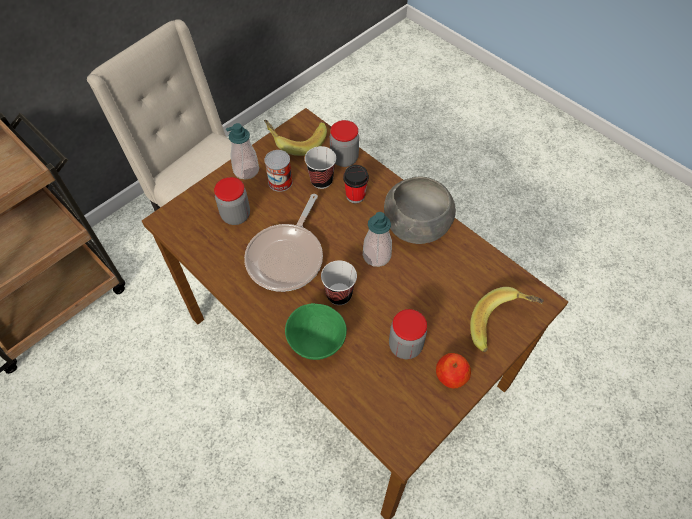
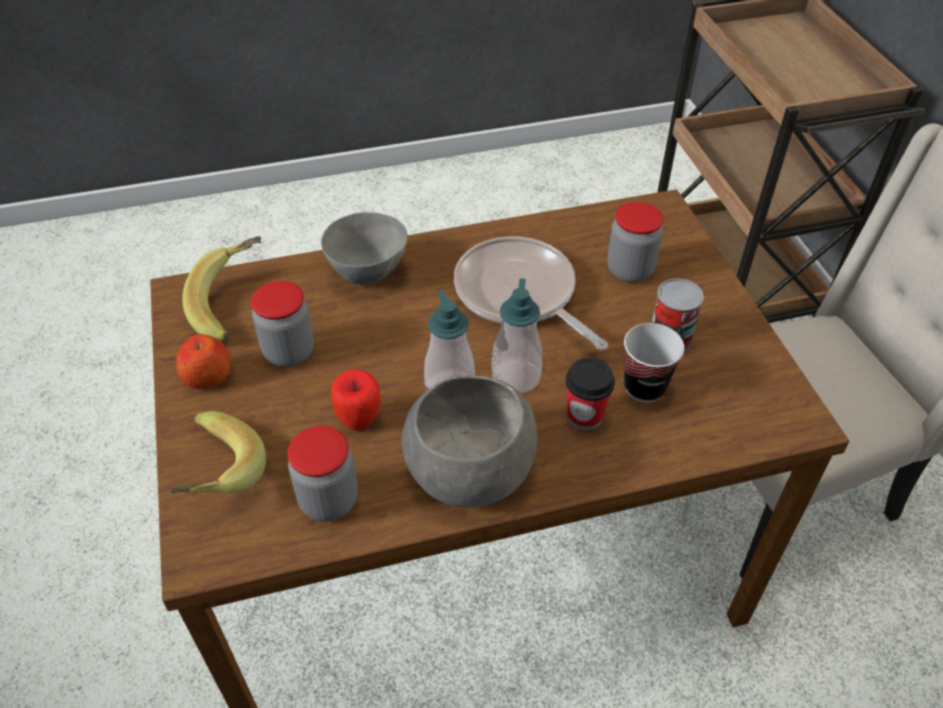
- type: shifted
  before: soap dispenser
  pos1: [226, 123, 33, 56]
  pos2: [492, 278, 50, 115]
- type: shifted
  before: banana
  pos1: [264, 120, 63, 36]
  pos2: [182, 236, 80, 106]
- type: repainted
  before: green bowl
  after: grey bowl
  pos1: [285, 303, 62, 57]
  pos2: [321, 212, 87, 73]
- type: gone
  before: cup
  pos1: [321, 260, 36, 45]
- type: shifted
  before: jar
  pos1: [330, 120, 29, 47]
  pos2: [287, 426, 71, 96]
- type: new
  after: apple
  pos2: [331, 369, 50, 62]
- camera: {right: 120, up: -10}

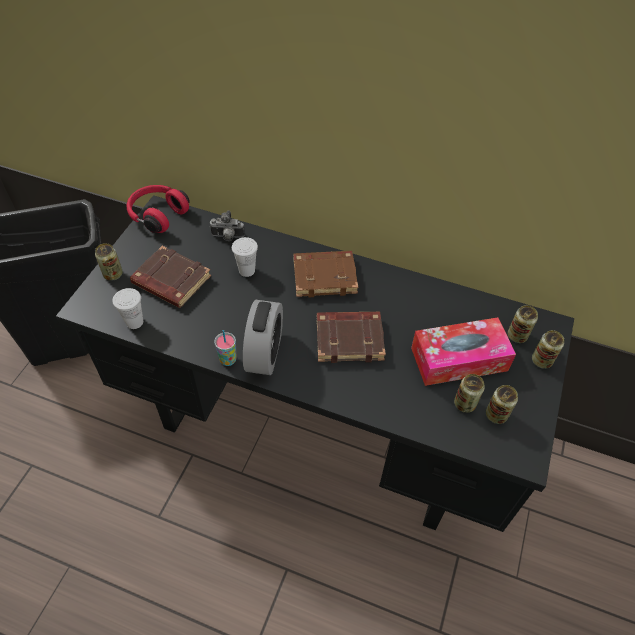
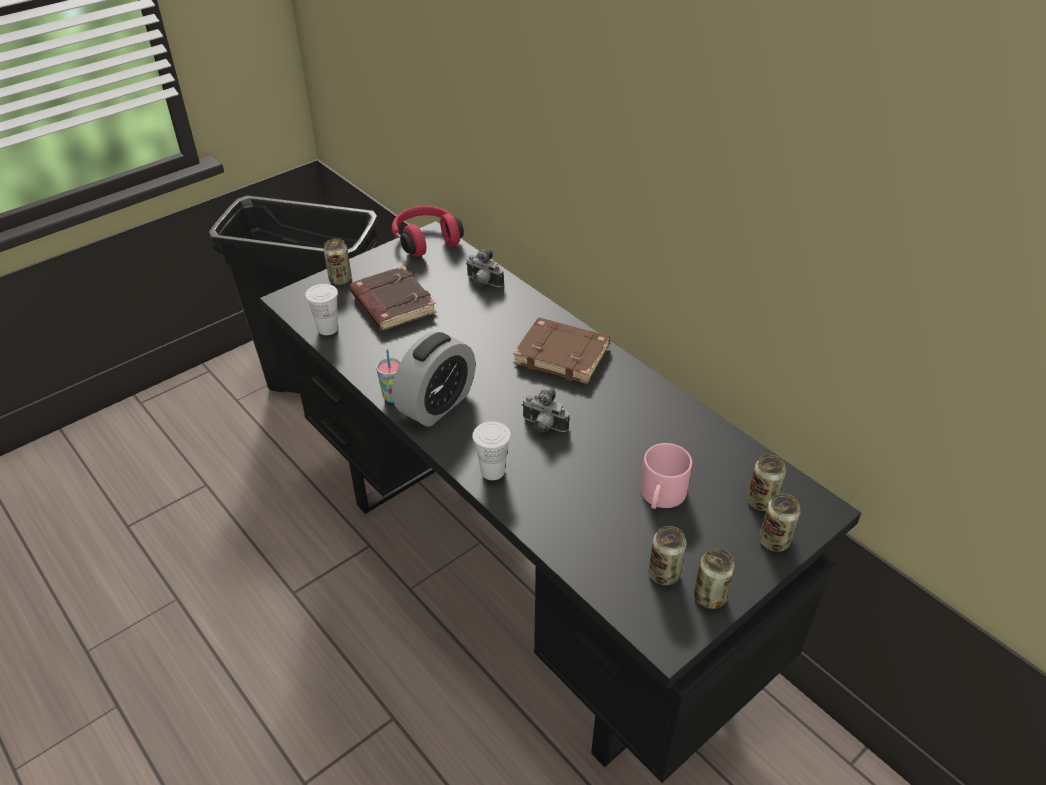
- type: shifted
  before: white cup
  pos1: [232, 237, 26, 40]
  pos2: [472, 421, 39, 59]
- type: swapped
  before: brown book
  after: photo camera
  pos1: [317, 312, 69, 51]
  pos2: [521, 388, 48, 44]
- type: swapped
  before: tissue box
  after: pink mug
  pos1: [411, 317, 105, 69]
  pos2: [640, 443, 52, 66]
- type: shifted
  before: can
  pos1: [454, 374, 31, 39]
  pos2: [694, 548, 41, 61]
- camera: {right: 30, up: -10}

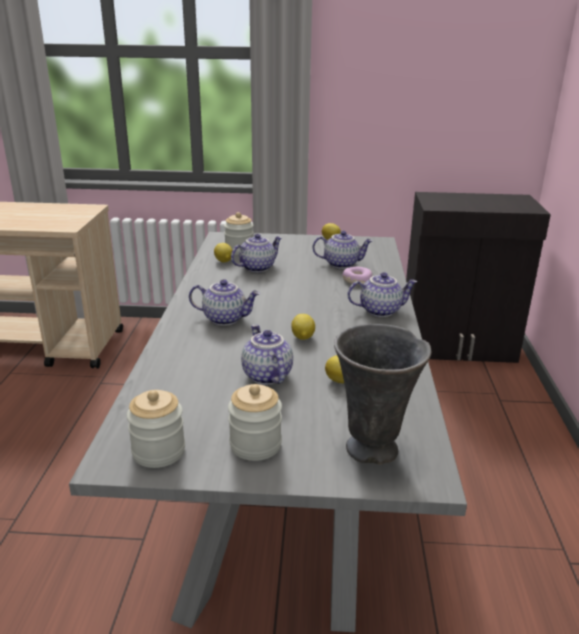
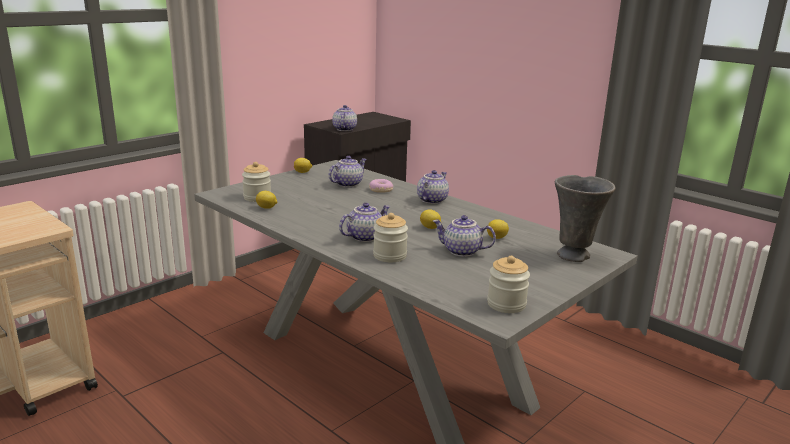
- type: shifted
  before: jar
  pos1: [228, 384, 54, 77]
  pos2: [373, 213, 35, 49]
- type: shifted
  before: teapot
  pos1: [231, 234, 51, 38]
  pos2: [332, 105, 25, 26]
- camera: {right: -50, up: -5}

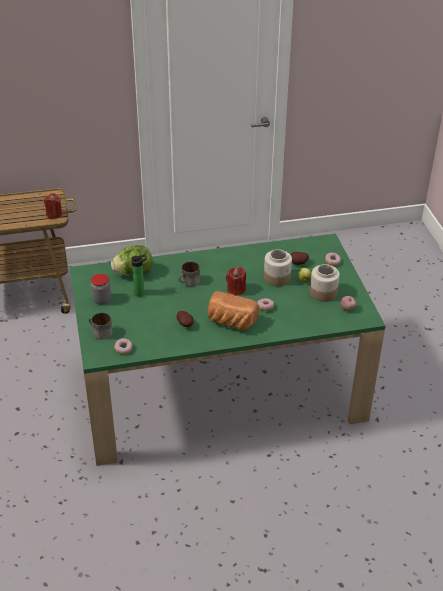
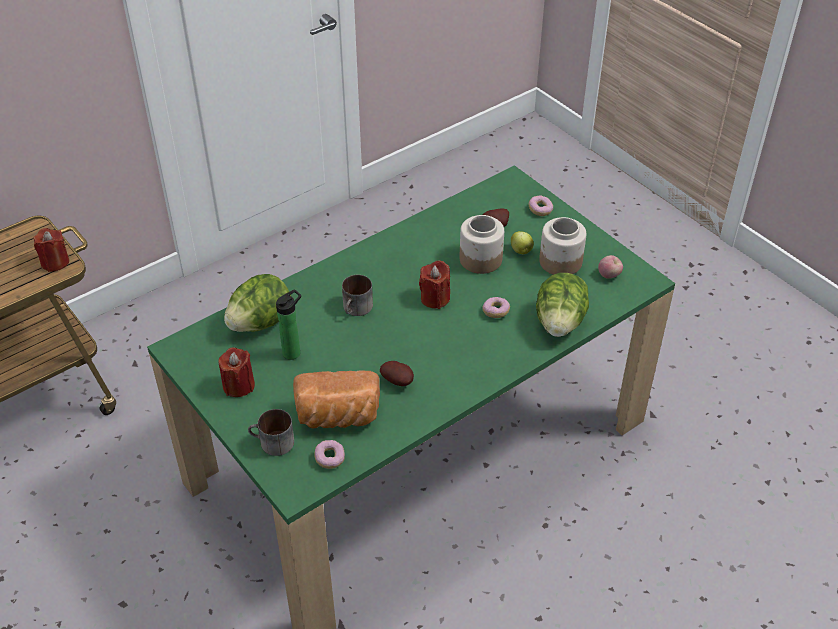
- type: swapped
  before: jar
  after: red candle
  pos1: [91, 274, 20, 30]
  pos2: [218, 348, 37, 49]
- type: shifted
  before: bread
  pos1: [208, 291, 51, 39]
  pos2: [293, 370, 87, 59]
- type: new
  after: lettuce
  pos2: [536, 273, 53, 64]
- camera: {right: -25, up: 5}

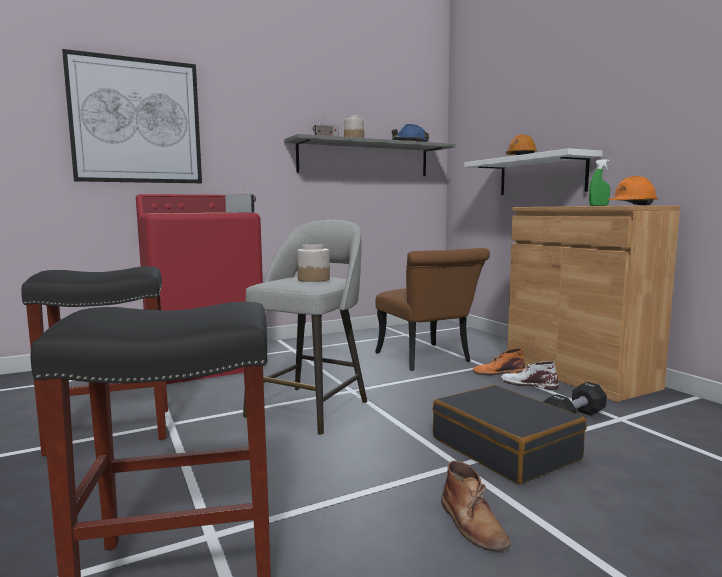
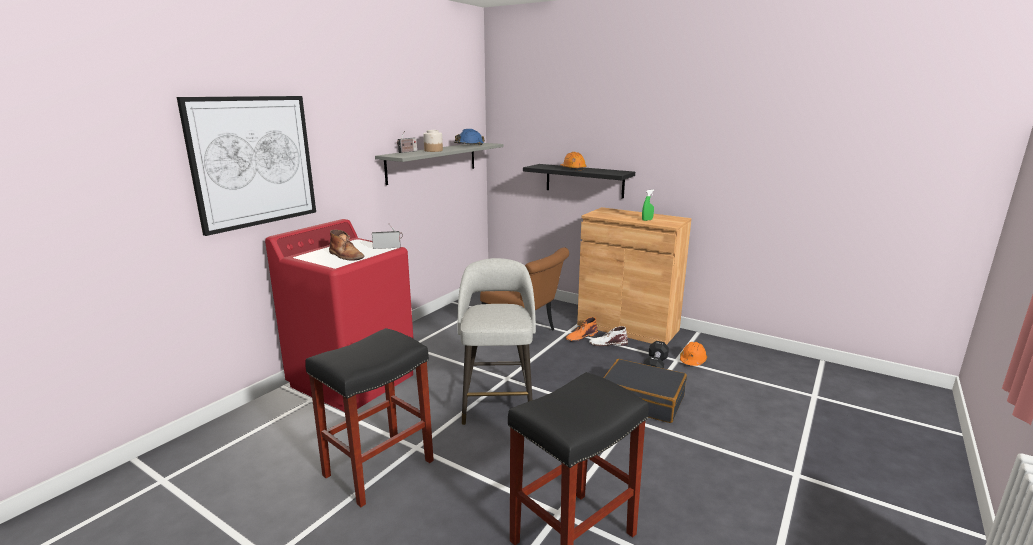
- type: gone
  before: jar
  pos1: [297, 244, 33, 38]
- type: shifted
  before: brown boot
  pos1: [442, 461, 69, 90]
  pos2: [329, 230, 35, 31]
- type: repainted
  before: white shelf
  after: black shelf
  pos1: [464, 148, 139, 47]
  pos2: [523, 164, 112, 35]
- type: shifted
  before: orange hard hat
  pos1: [608, 176, 50, 29]
  pos2: [680, 342, 27, 24]
- camera: {right: -30, up: 10}

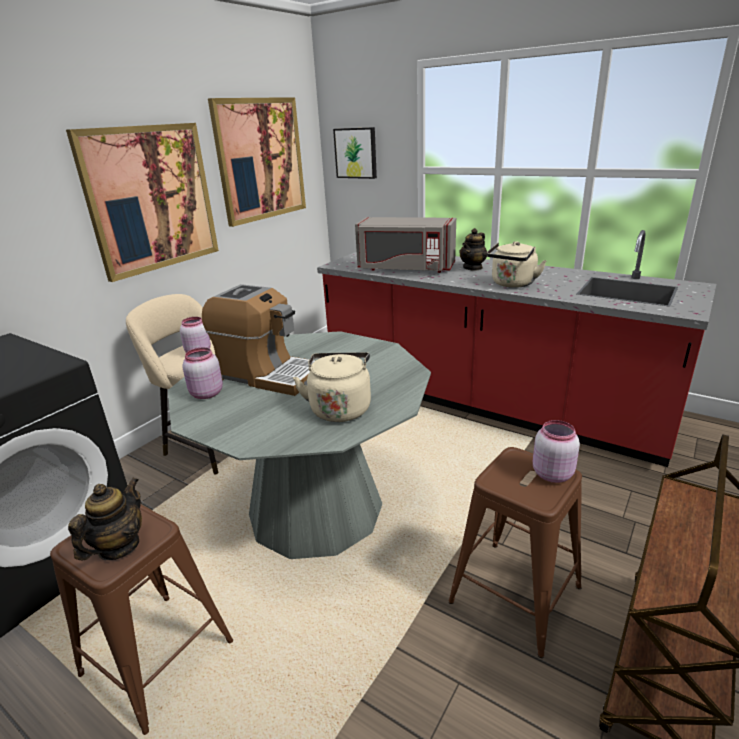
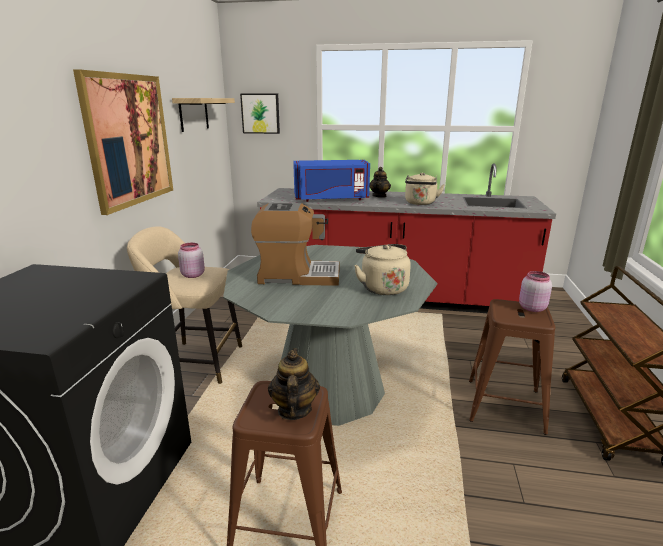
- type: gone
  before: pink jar
  pos1: [182, 347, 41, 52]
- type: swapped
  before: picture
  after: shelf
  pos1: [208, 97, 98, 130]
  pos2: [172, 98, 63, 34]
- type: repainted
  before: grey microwave
  after: blue microwave
  pos1: [355, 217, 101, 56]
  pos2: [293, 160, 77, 42]
- camera: {right: -25, up: -5}

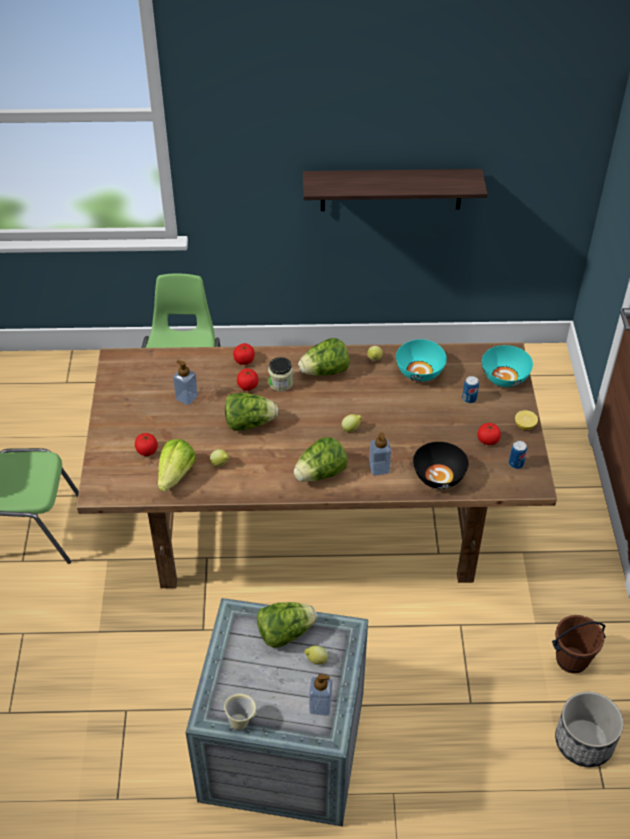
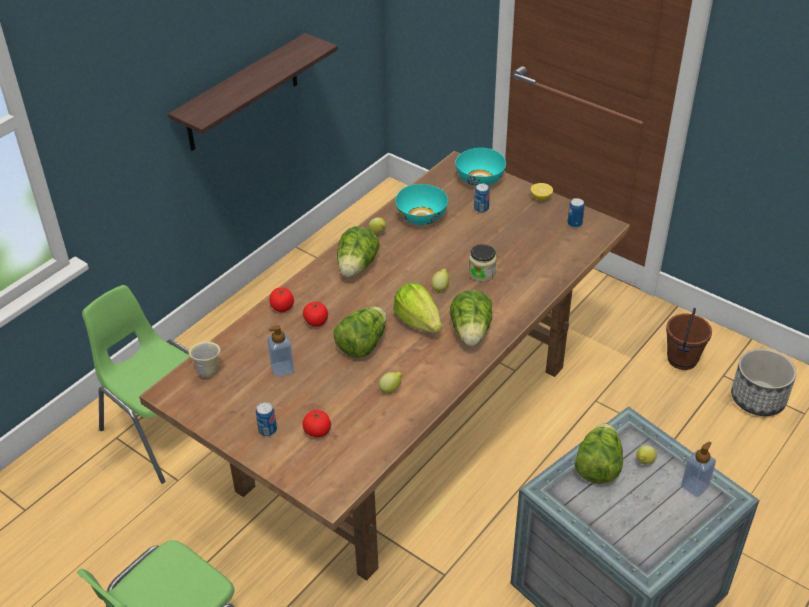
- type: shifted
  before: lettuce
  pos1: [158, 439, 38, 53]
  pos2: [393, 282, 49, 51]
- type: shifted
  before: beige mug
  pos1: [224, 693, 33, 37]
  pos2: [189, 341, 32, 37]
- type: shifted
  before: jar
  pos1: [268, 357, 25, 34]
  pos2: [469, 244, 28, 38]
- type: gone
  before: soap dispenser
  pos1: [369, 432, 22, 44]
- type: gone
  before: black bowl
  pos1: [413, 442, 56, 47]
- type: gone
  before: tomato
  pos1: [477, 423, 24, 22]
- type: new
  after: can
  pos2: [256, 402, 21, 34]
- camera: {right: -50, up: -5}

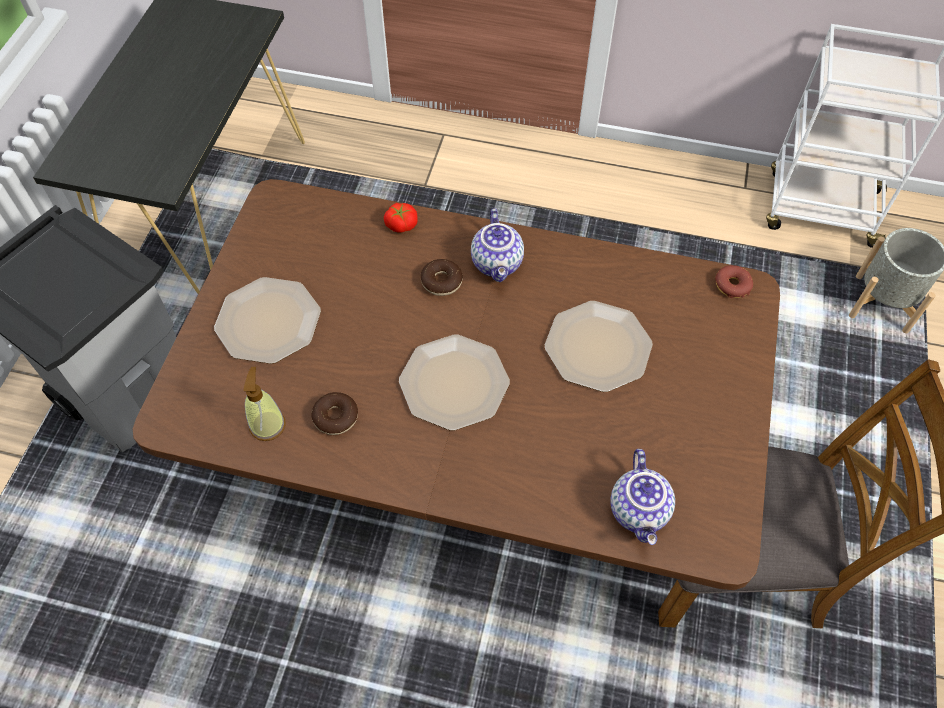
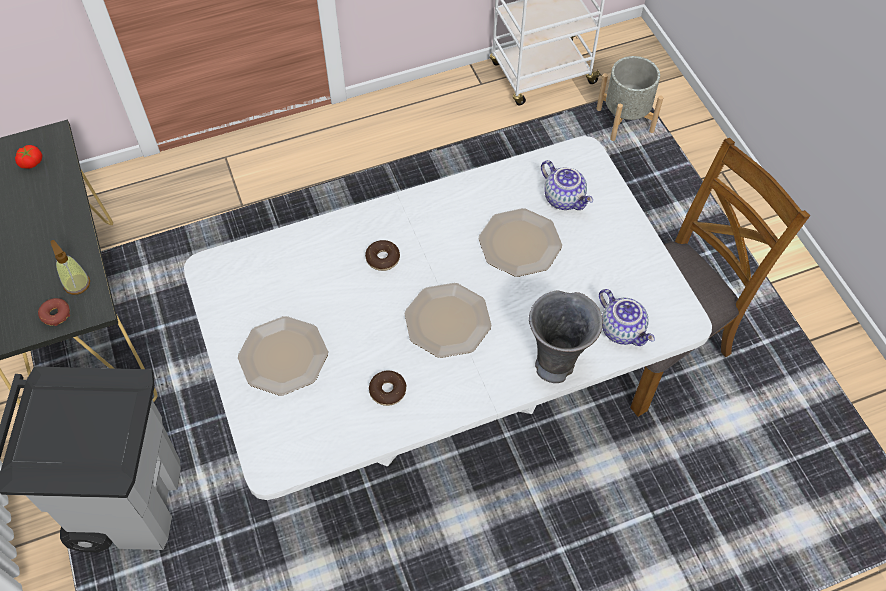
- type: repainted
  before: brown dining table
  after: white dining table
  pos1: [133, 179, 647, 411]
  pos2: [184, 136, 528, 364]
- type: shifted
  before: soap dispenser
  pos1: [243, 367, 43, 74]
  pos2: [50, 240, 40, 55]
- type: shifted
  before: tomato
  pos1: [384, 203, 34, 30]
  pos2: [15, 145, 28, 24]
- type: shifted
  before: teapot
  pos1: [471, 209, 53, 73]
  pos2: [541, 160, 52, 50]
- type: shifted
  before: donut
  pos1: [715, 265, 38, 33]
  pos2: [38, 298, 32, 28]
- type: new
  after: grey vase
  pos2: [529, 290, 74, 93]
- camera: {right: -35, up: 0}

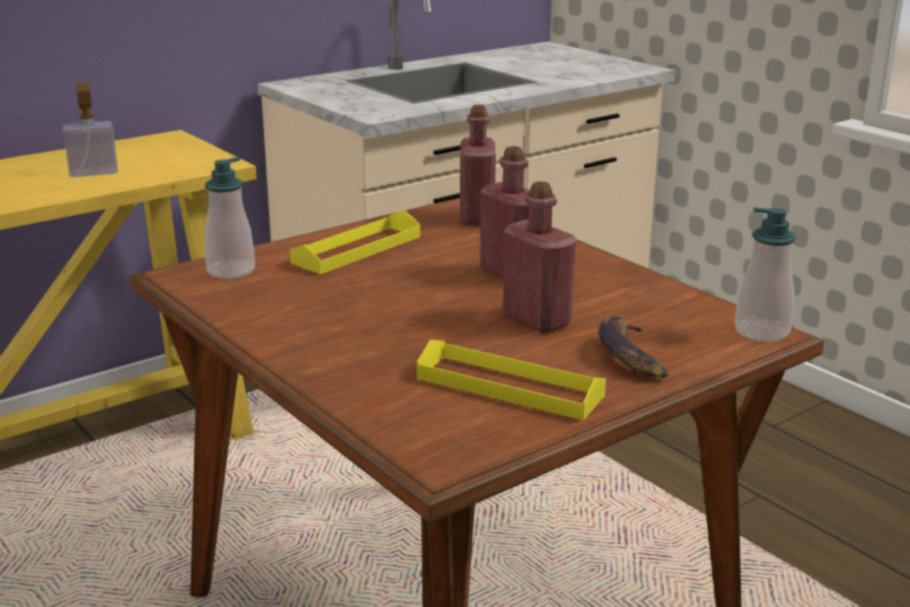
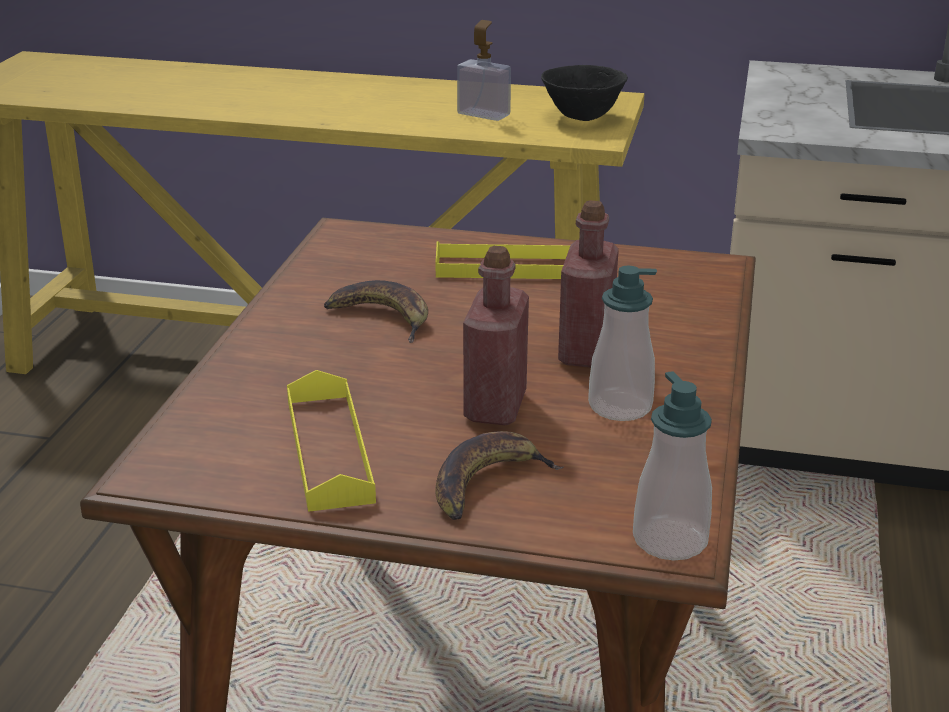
- type: shifted
  before: soap dispenser
  pos1: [204, 157, 51, 122]
  pos2: [588, 265, 69, 156]
- type: gone
  before: red bottle
  pos1: [460, 105, 36, 120]
- type: new
  after: banana
  pos2: [324, 280, 104, 63]
- type: new
  after: black bowl
  pos2: [541, 65, 87, 56]
- camera: {right: 50, up: 5}

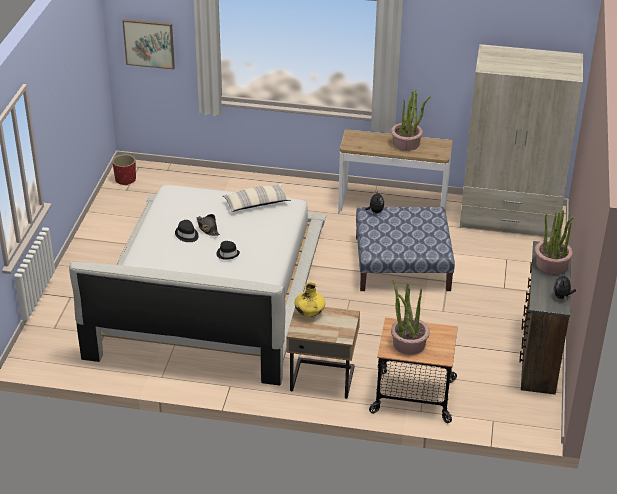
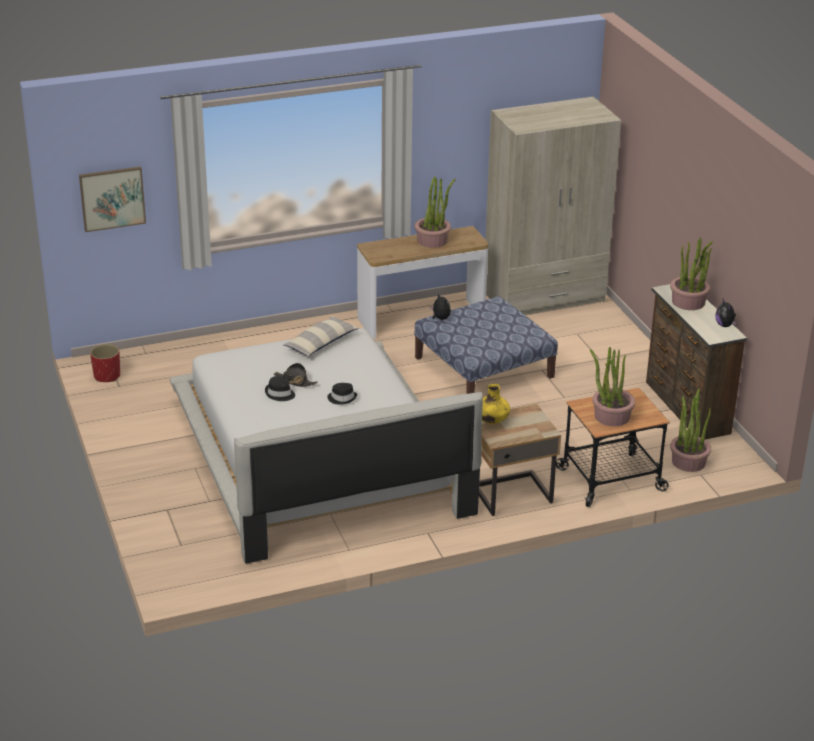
- type: new
  after: potted plant
  pos2: [670, 388, 41, 84]
- camera: {right: -30, up: -5}

